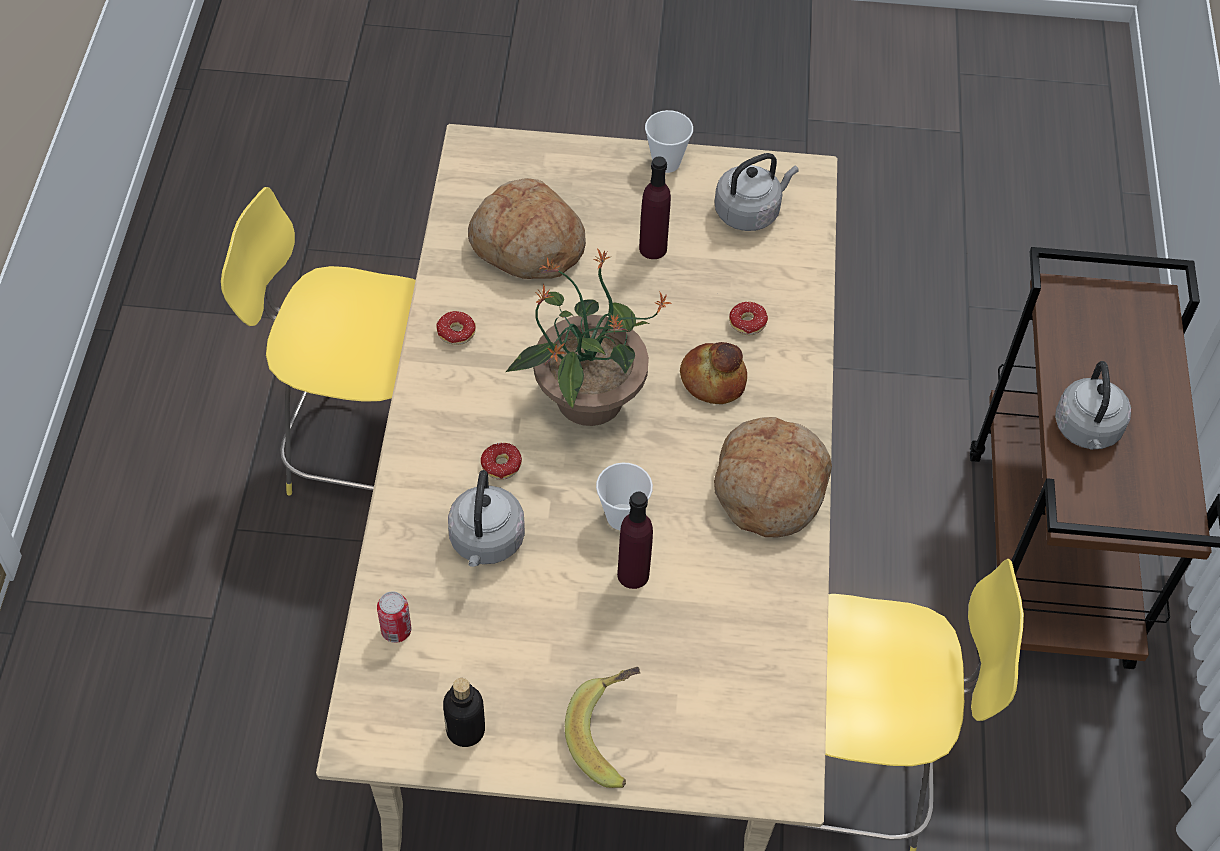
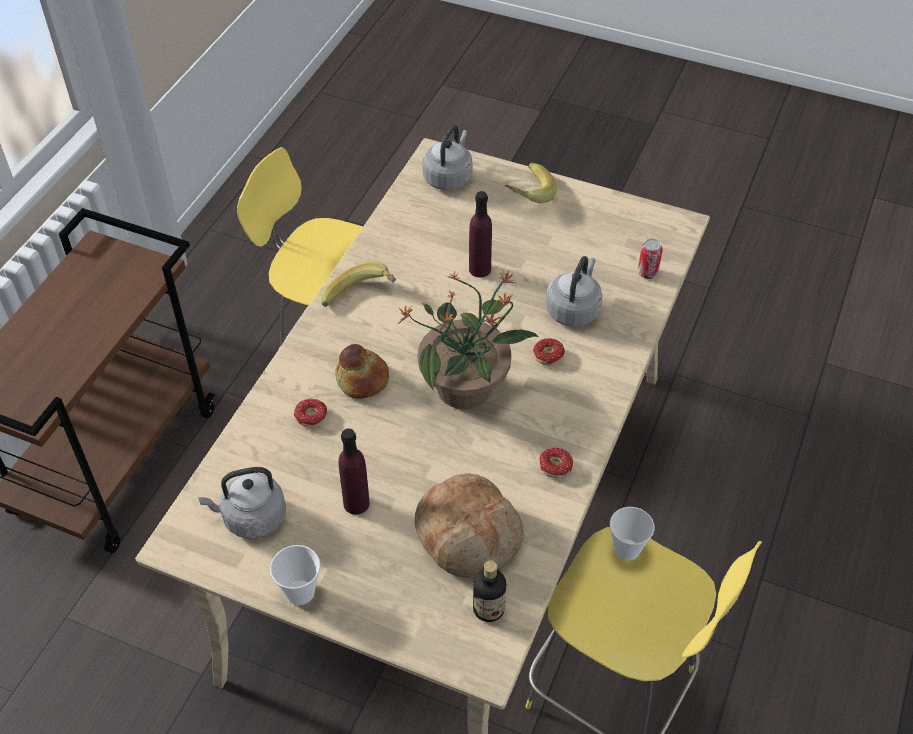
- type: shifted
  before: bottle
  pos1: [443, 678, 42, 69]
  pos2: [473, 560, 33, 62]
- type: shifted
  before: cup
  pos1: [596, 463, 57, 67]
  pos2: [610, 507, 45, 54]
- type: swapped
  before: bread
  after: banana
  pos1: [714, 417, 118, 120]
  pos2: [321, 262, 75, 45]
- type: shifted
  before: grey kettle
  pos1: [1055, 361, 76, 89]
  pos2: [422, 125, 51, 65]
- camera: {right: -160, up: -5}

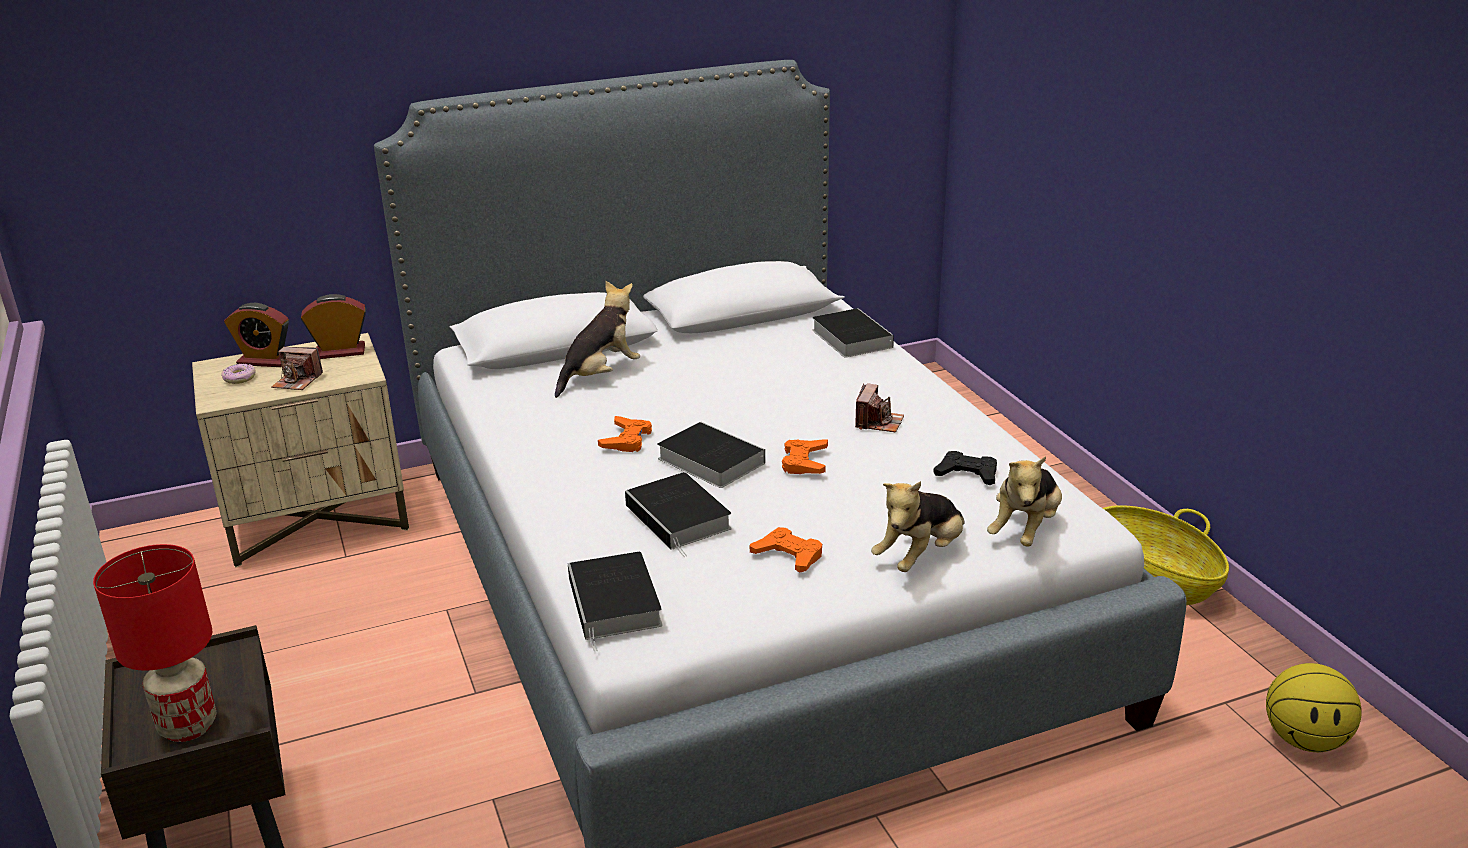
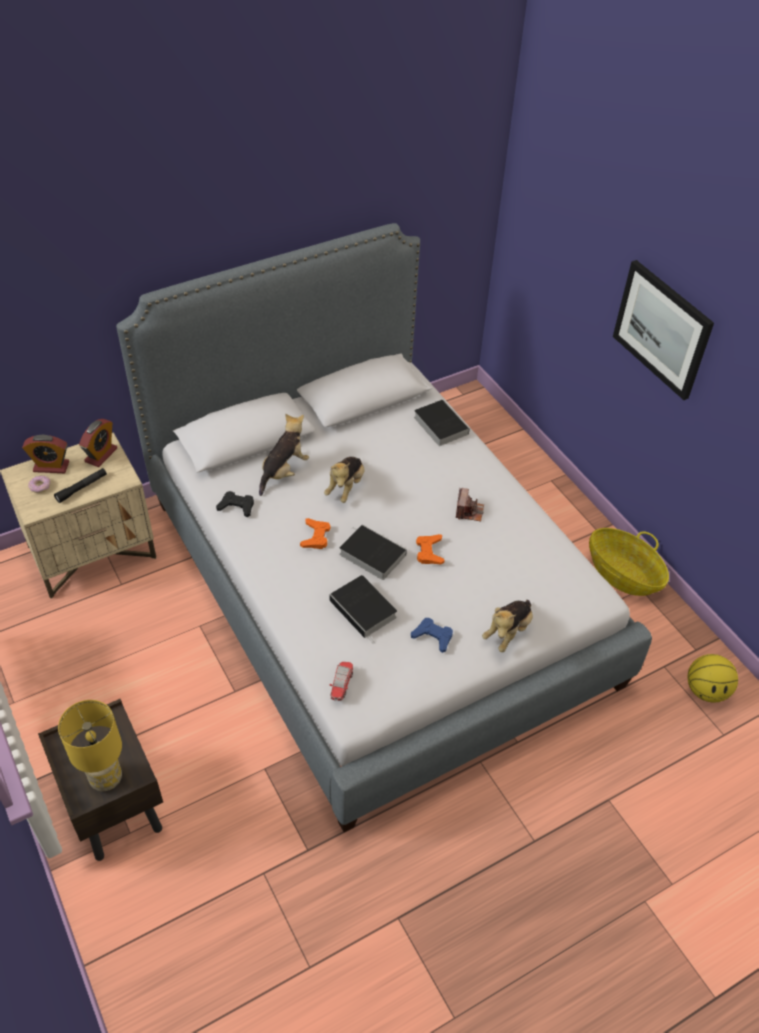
- type: repainted
  before: red table lamp
  after: yellow table lamp
  pos1: [93, 544, 123, 198]
  pos2: [58, 700, 64, 91]
- type: swapped
  before: photo camera
  after: black flashlight
  pos1: [271, 347, 52, 43]
  pos2: [54, 468, 53, 35]
- type: rotated
  before: alarm clock
  pos1: [301, 294, 65, 65]
  pos2: [79, 419, 38, 48]
  turn: 135
- type: swapped
  before: book
  after: toy car
  pos1: [568, 552, 95, 99]
  pos2: [330, 662, 23, 39]
- type: repainted
  before: orange game controller
  after: blue game controller
  pos1: [750, 527, 72, 45]
  pos2: [411, 618, 42, 35]
- type: shifted
  before: black game controller
  pos1: [933, 451, 64, 34]
  pos2: [216, 491, 38, 26]
- type: shifted
  before: plush toy
  pos1: [987, 456, 75, 91]
  pos2: [324, 457, 41, 46]
- type: new
  after: picture
  pos2: [613, 260, 101, 140]
- camera: {right: -10, up: 20}

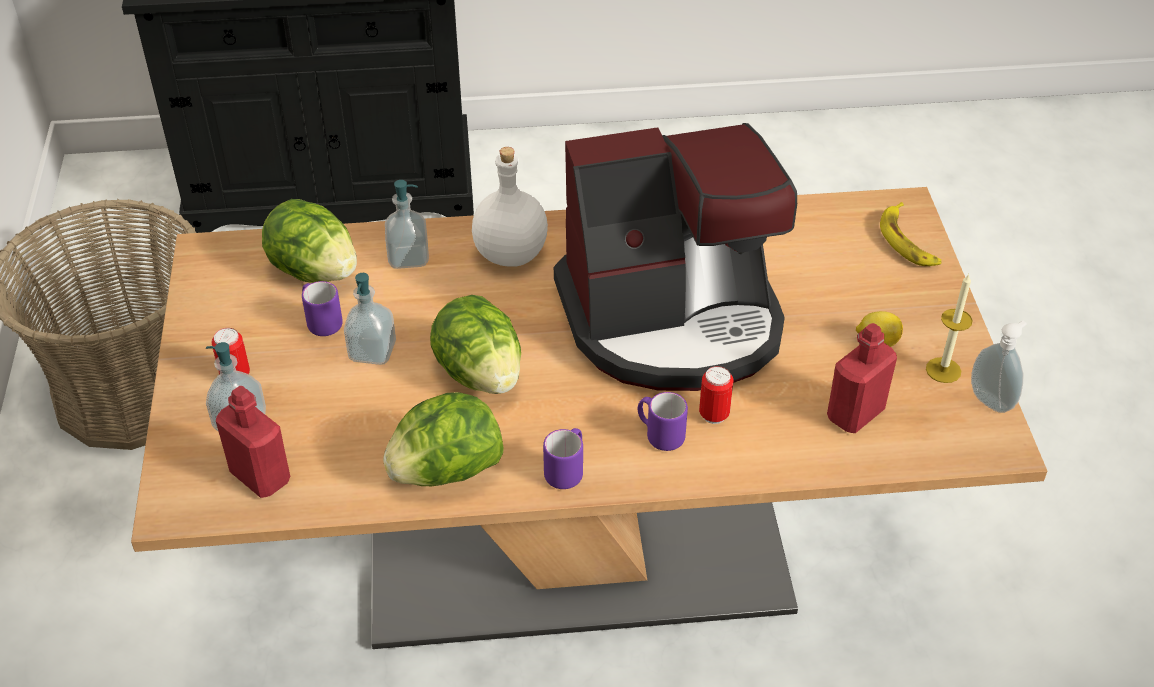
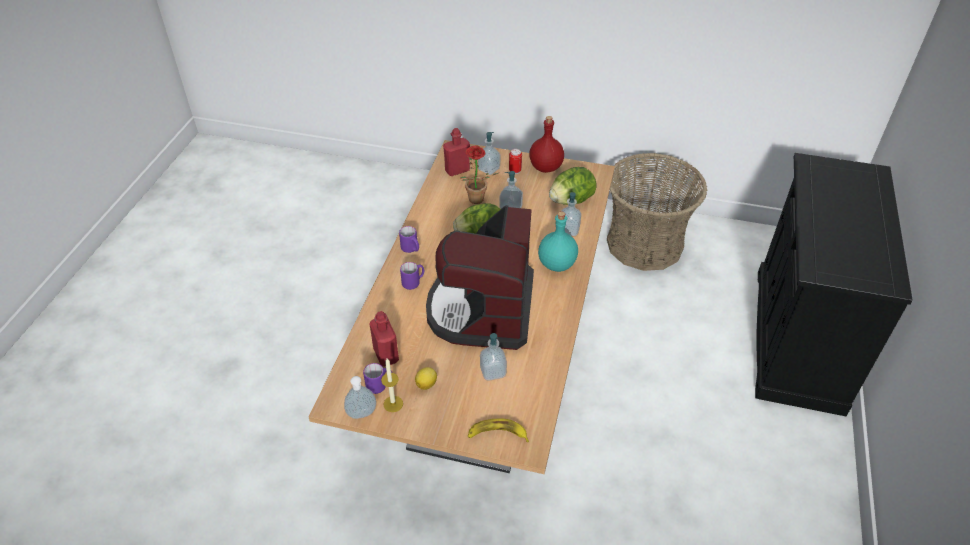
- type: shifted
  before: purple mug
  pos1: [302, 281, 41, 55]
  pos2: [363, 363, 29, 31]
- type: gone
  before: lettuce
  pos1: [383, 392, 121, 94]
- type: repainted
  before: white bottle
  after: turquoise bottle
  pos1: [472, 147, 76, 120]
  pos2: [538, 211, 40, 61]
- type: gone
  before: can
  pos1: [699, 366, 34, 58]
- type: new
  after: potted plant
  pos2: [460, 146, 39, 58]
- type: new
  after: soap dispenser
  pos2: [480, 333, 27, 48]
- type: new
  after: red bottle
  pos2: [529, 116, 35, 57]
- camera: {right: 110, up: 0}

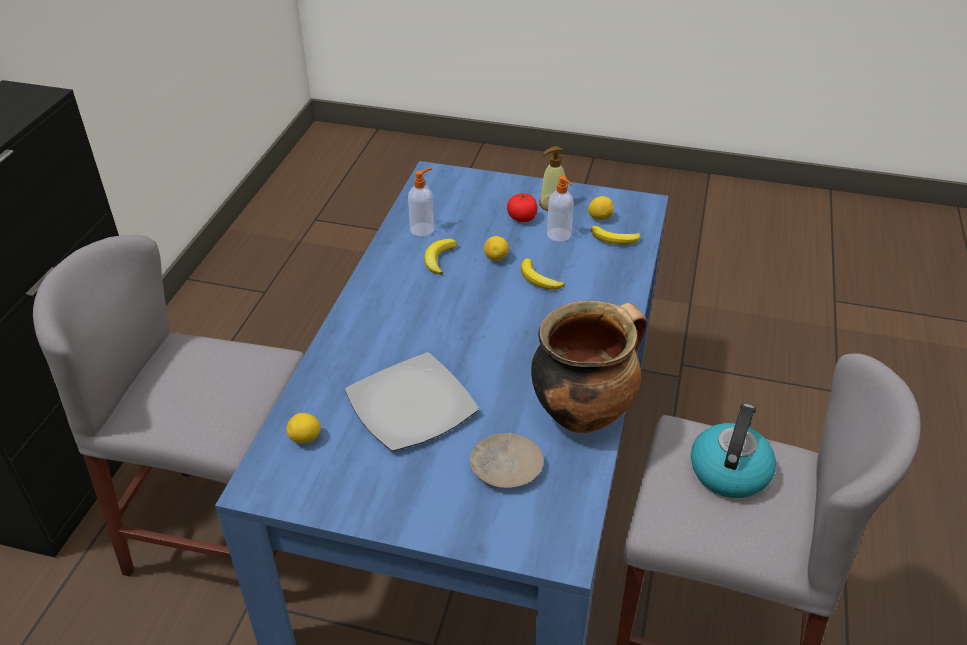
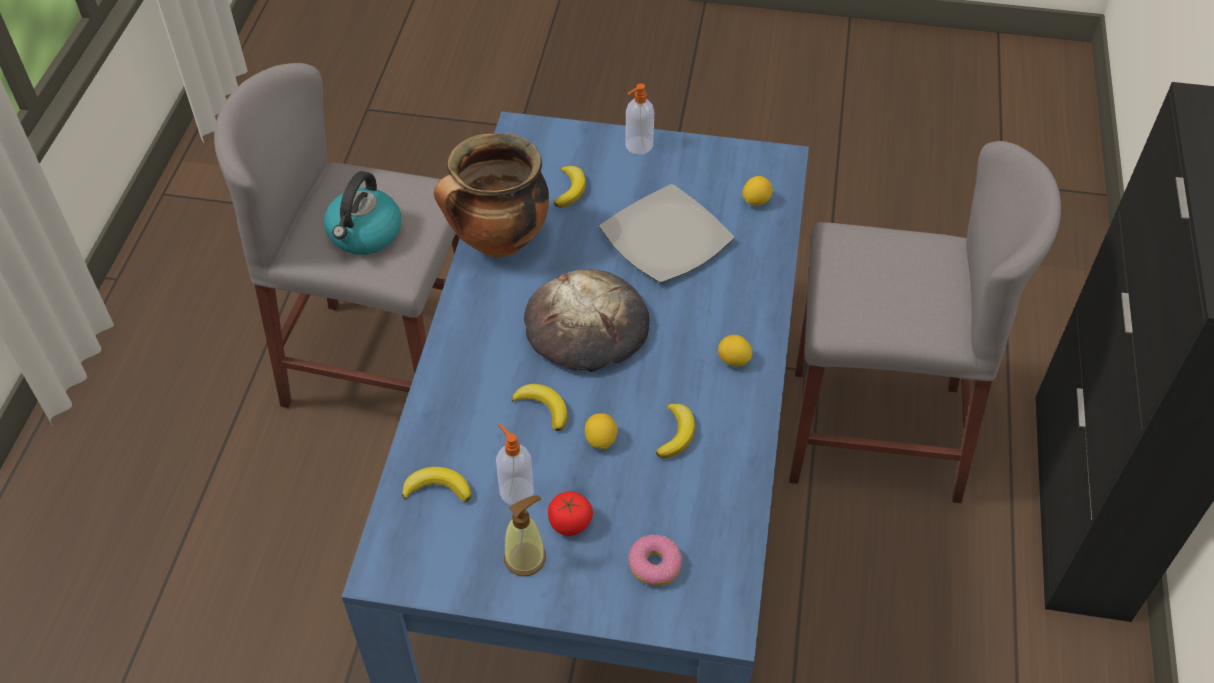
- type: shifted
  before: soap dispenser
  pos1: [408, 168, 26, 69]
  pos2: [625, 83, 29, 72]
- type: swapped
  before: beige plate
  after: banana
  pos1: [470, 433, 74, 55]
  pos2: [554, 166, 32, 42]
- type: shifted
  before: lemon
  pos1: [588, 196, 26, 24]
  pos2: [718, 335, 34, 32]
- type: new
  after: bread
  pos2: [524, 269, 126, 103]
- type: new
  after: donut
  pos2: [628, 535, 55, 51]
- camera: {right: 175, up: 10}

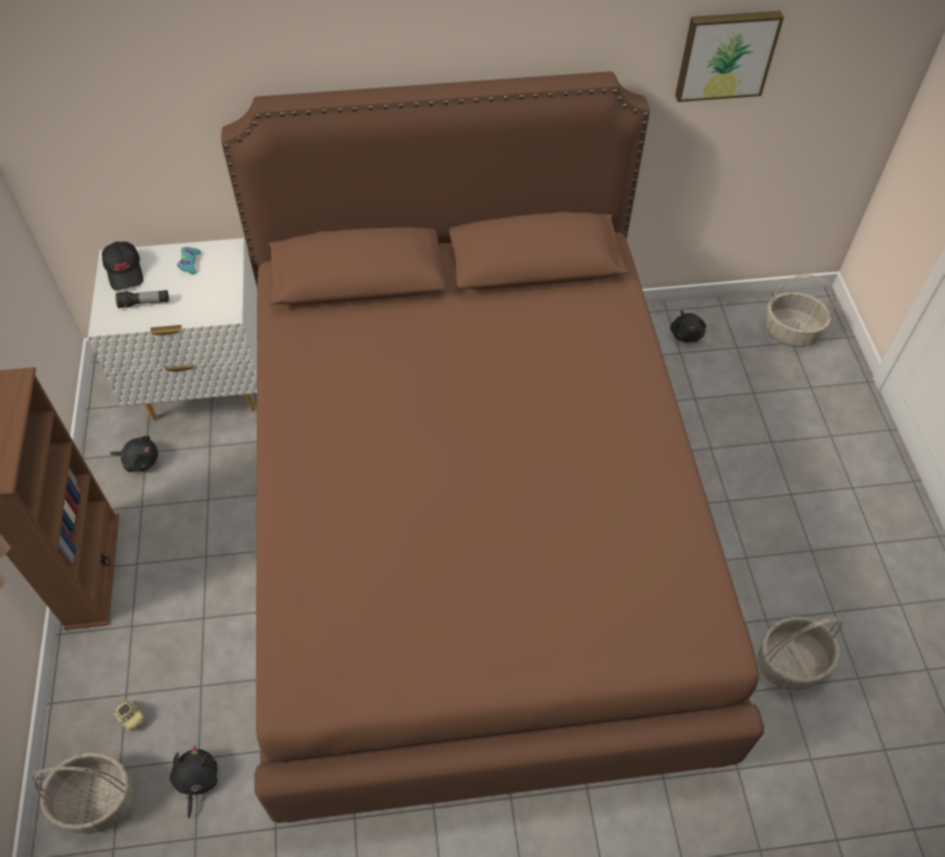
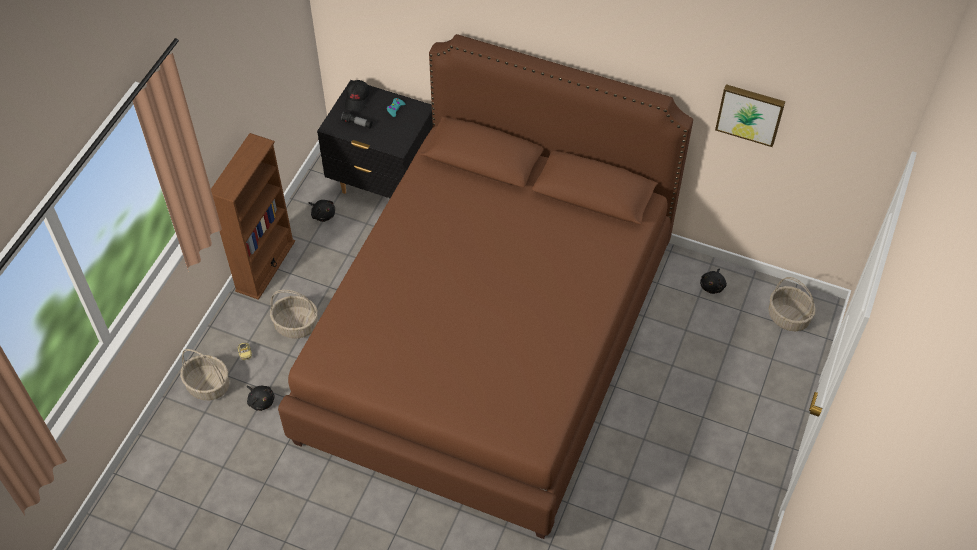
- type: repainted
  before: white nightstand
  after: black nightstand
  pos1: [88, 238, 169, 183]
  pos2: [317, 80, 116, 118]
- type: rotated
  before: black plush toy
  pos1: [170, 745, 48, 73]
  pos2: [247, 385, 28, 26]
  turn: 105
- type: shifted
  before: basket
  pos1: [758, 617, 85, 74]
  pos2: [270, 290, 48, 49]
- camera: {right: 30, up: 0}

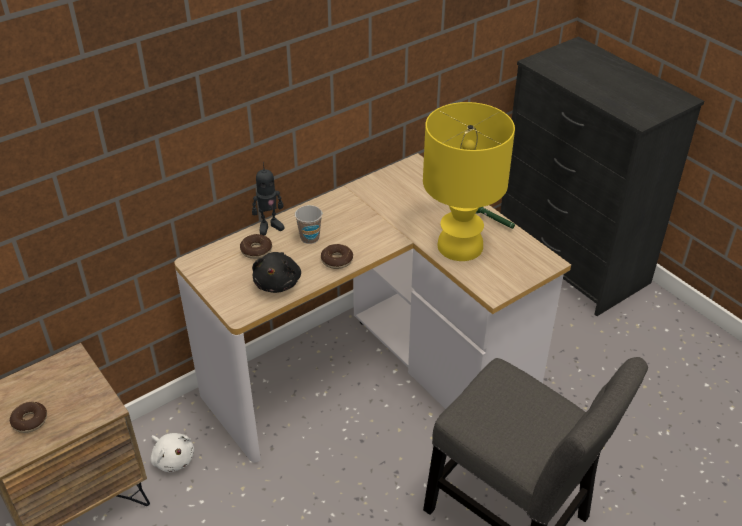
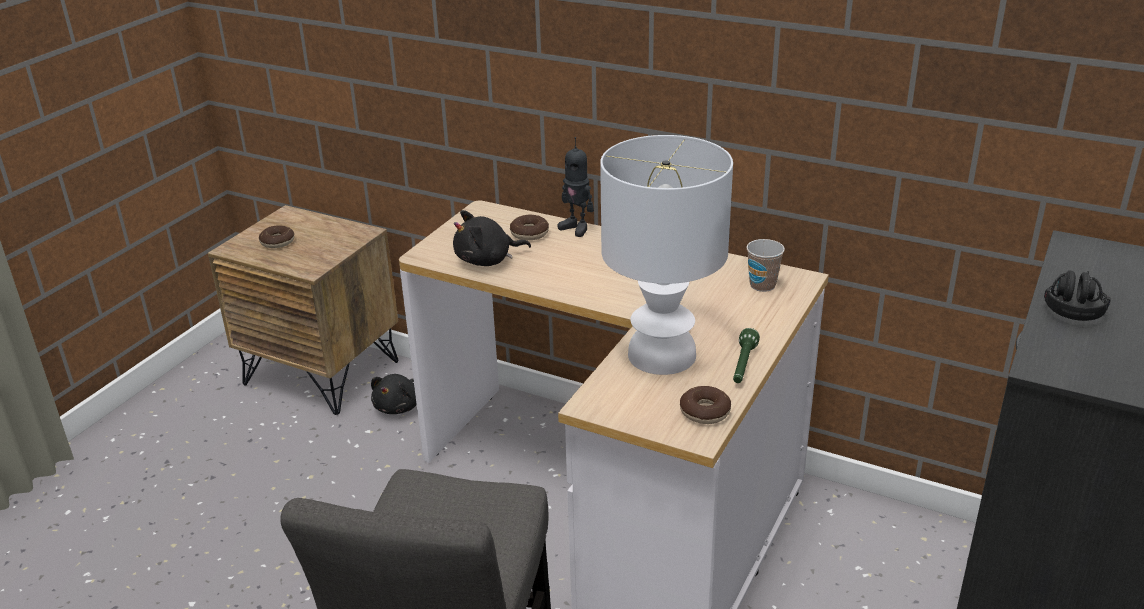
- type: repainted
  before: white plush toy
  after: black plush toy
  pos1: [151, 433, 43, 40]
  pos2: [371, 374, 46, 40]
- type: shifted
  before: cup
  pos1: [295, 205, 27, 39]
  pos2: [746, 239, 39, 53]
- type: shifted
  before: donut
  pos1: [321, 244, 32, 25]
  pos2: [680, 386, 51, 38]
- type: repainted
  before: yellow table lamp
  after: white table lamp
  pos1: [423, 102, 92, 159]
  pos2: [600, 135, 133, 240]
- type: new
  after: black headphones
  pos2: [1044, 270, 66, 51]
- camera: {right: 65, up: -10}

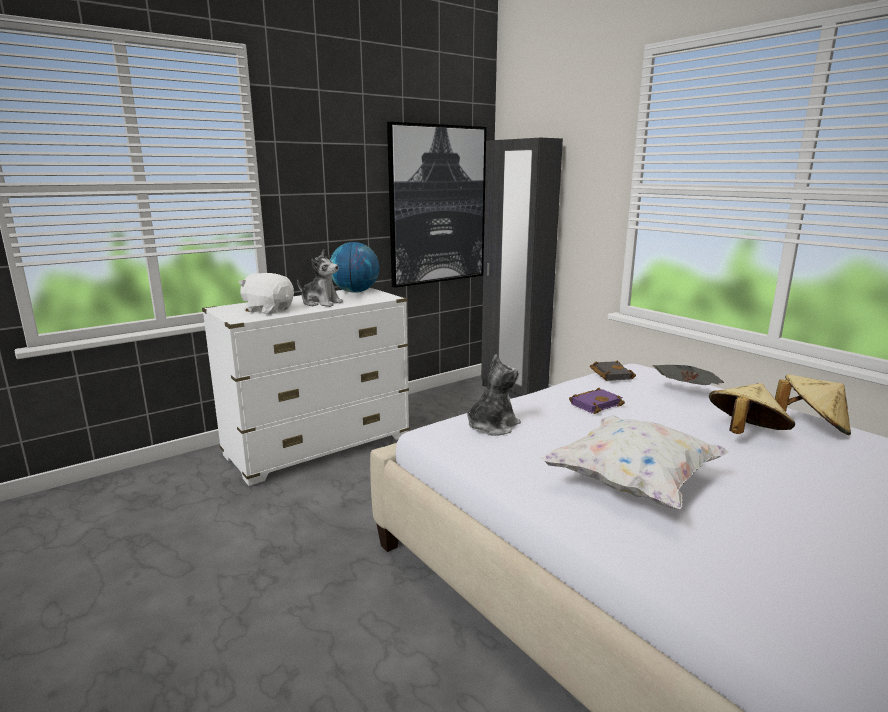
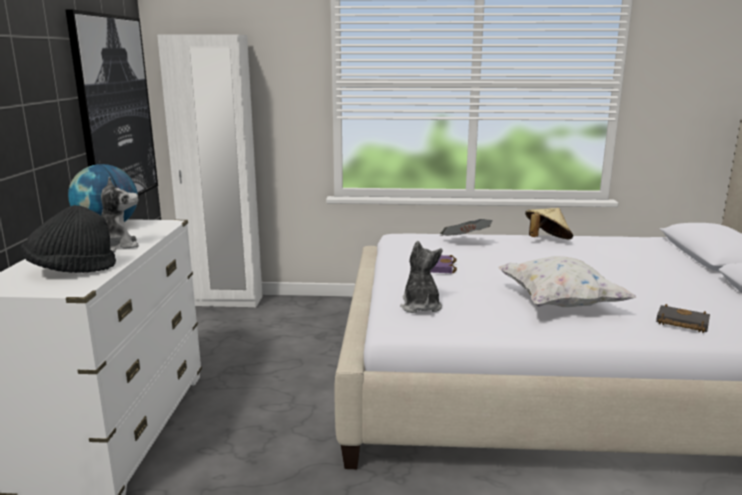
- type: swapped
  before: white plush toy
  after: black hat
  pos1: [239, 273, 55, 41]
  pos2: [21, 205, 95, 68]
- type: repainted
  before: black wardrobe
  after: white wardrobe
  pos1: [481, 138, 82, 260]
  pos2: [157, 34, 106, 274]
- type: shifted
  before: black book
  pos1: [590, 361, 46, 20]
  pos2: [656, 304, 54, 29]
- type: gone
  before: beige hat
  pos1: [709, 383, 86, 51]
- camera: {right: -50, up: 0}

